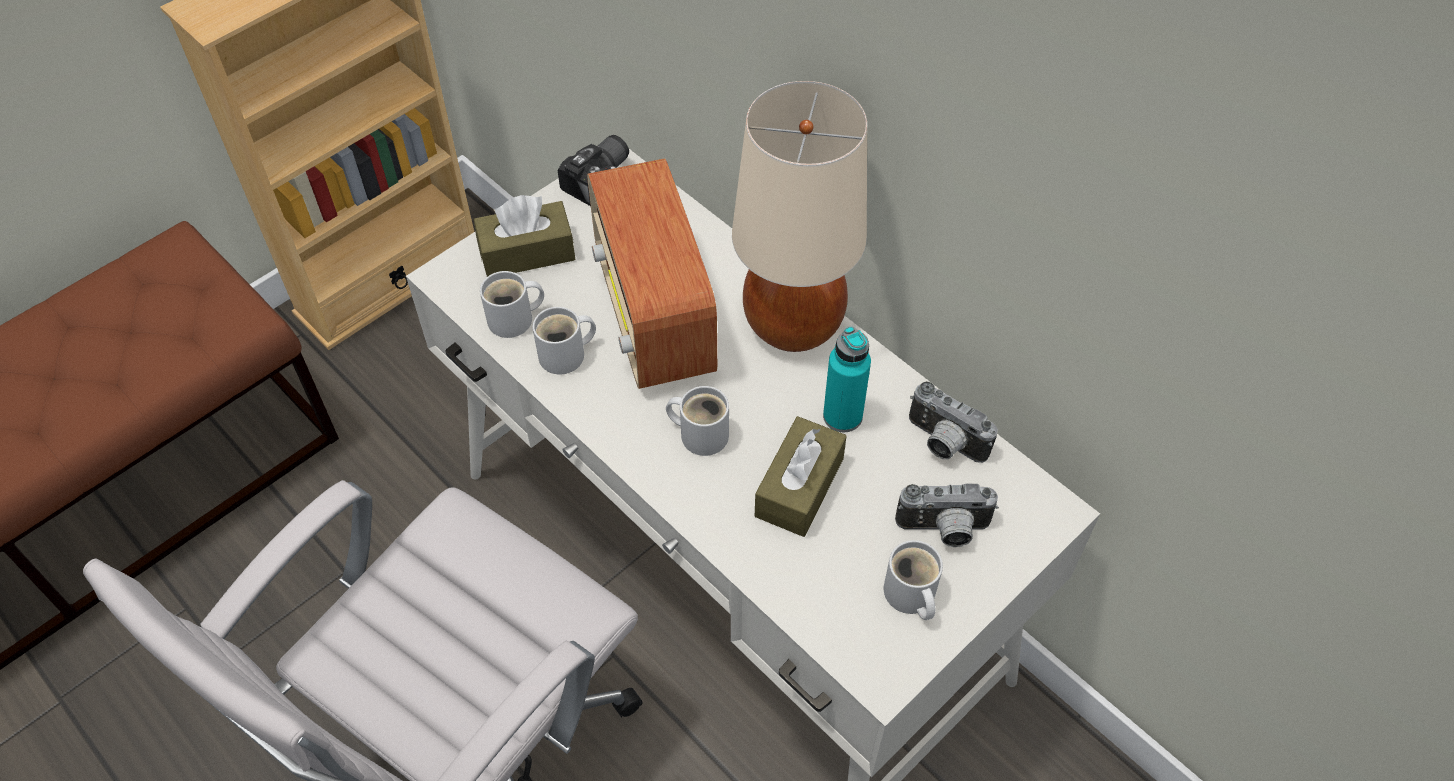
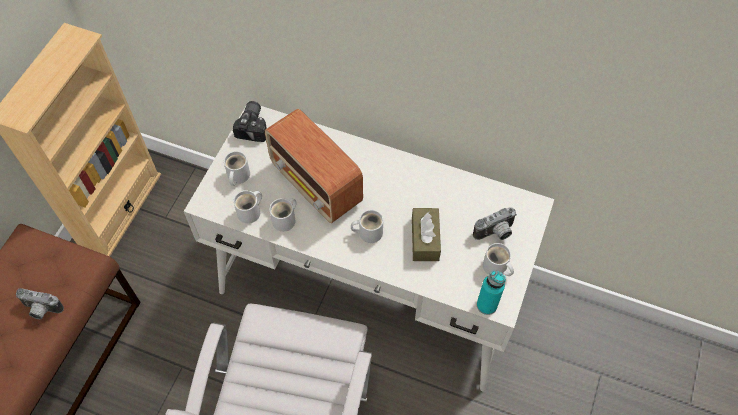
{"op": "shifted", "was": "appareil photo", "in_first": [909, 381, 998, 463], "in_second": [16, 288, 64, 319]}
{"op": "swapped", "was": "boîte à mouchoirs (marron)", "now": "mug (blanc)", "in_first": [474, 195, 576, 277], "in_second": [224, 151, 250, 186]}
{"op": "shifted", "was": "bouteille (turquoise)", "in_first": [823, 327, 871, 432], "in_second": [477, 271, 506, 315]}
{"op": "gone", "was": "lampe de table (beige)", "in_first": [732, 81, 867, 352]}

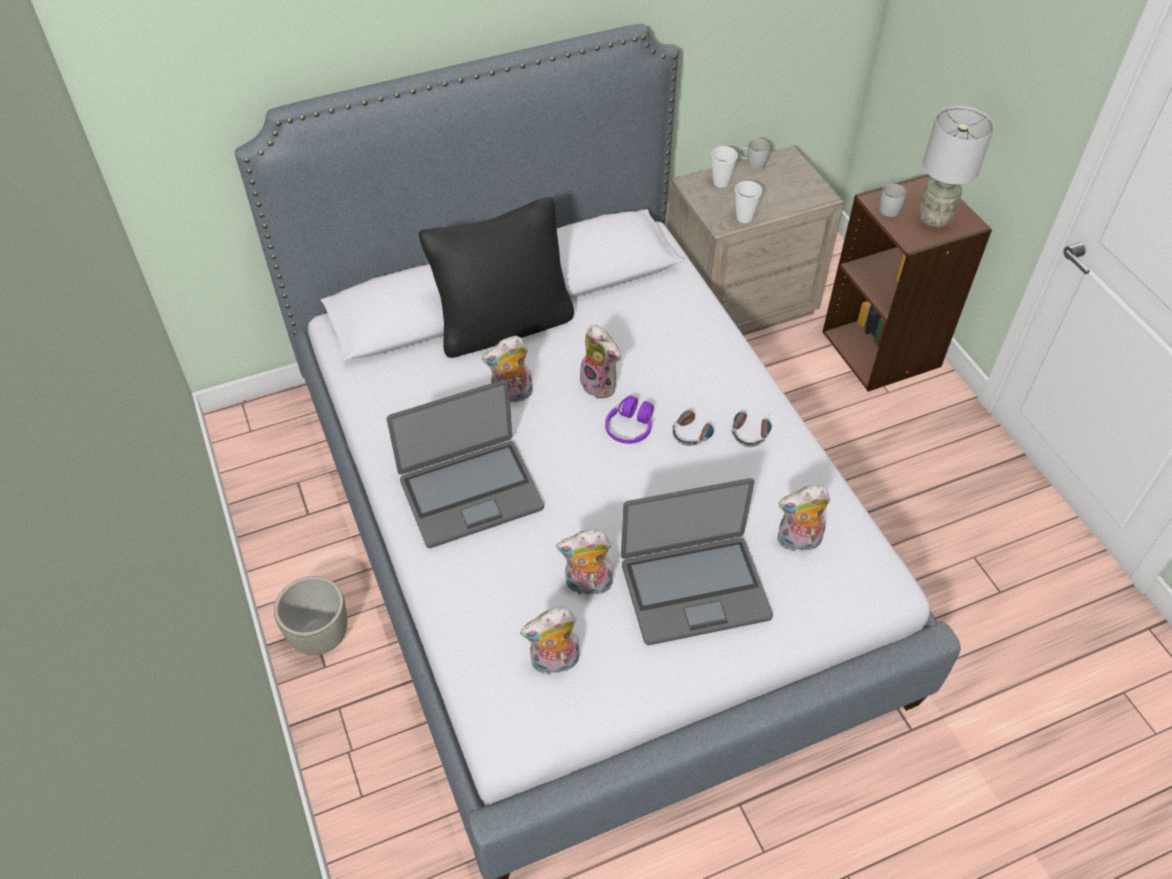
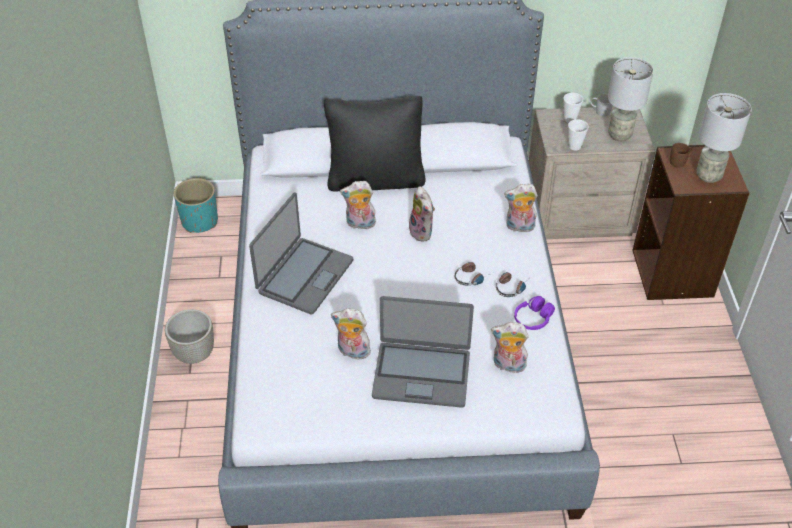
{"op": "new", "now": "cache-pot (turquoise)", "in_second": [174, 178, 218, 233]}
{"op": "rotated", "was": "ordinateur portable", "in_first": [387, 380, 544, 548], "in_second": [249, 192, 353, 315], "clockwise": -60}
{"op": "shifted", "was": "peluche", "in_first": [520, 607, 580, 675], "in_second": [504, 184, 538, 232]}
{"op": "shifted", "was": "casque audio (violet)", "in_first": [605, 396, 654, 444], "in_second": [514, 296, 555, 330]}
{"op": "new", "now": "lampe de table (gris)", "in_second": [608, 57, 654, 141]}
{"op": "repainted", "was": "mug (blanc)", "now": "mug (marron)", "in_first": [880, 184, 907, 217], "in_second": [670, 143, 692, 168]}

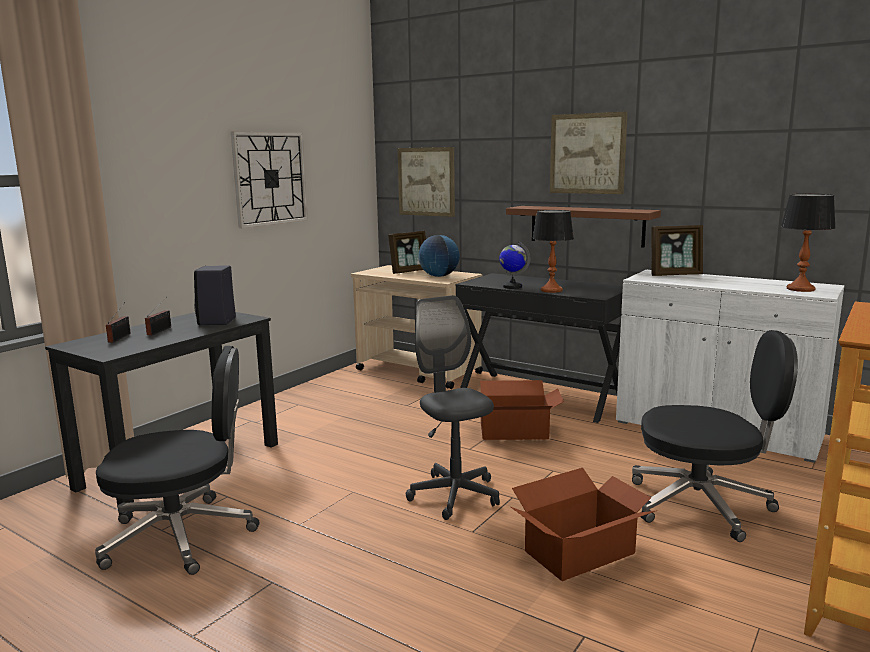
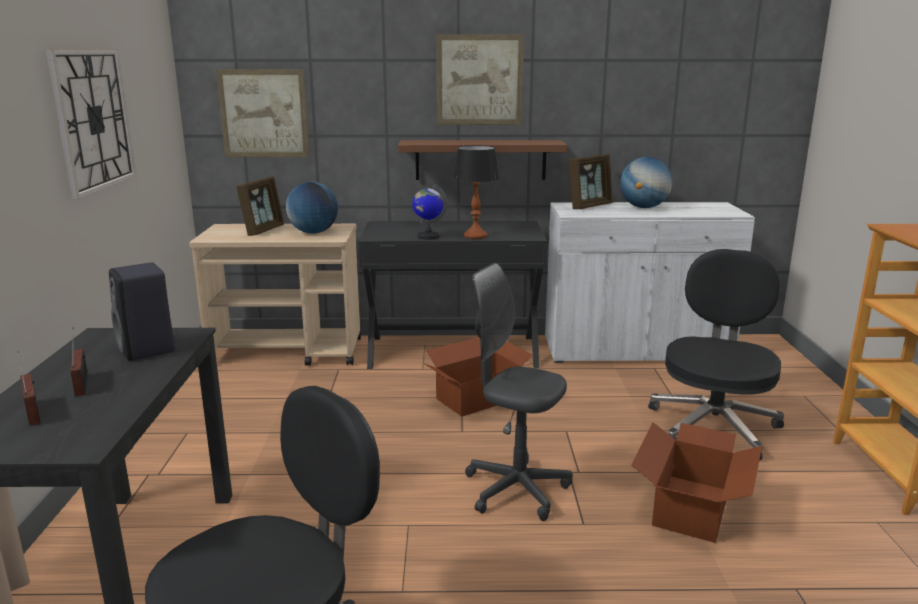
{"op": "new", "now": "globe", "in_second": [620, 157, 672, 208]}
{"op": "rotated", "was": "chaise de bureau (noir)", "in_first": [632, 330, 798, 542], "in_second": [648, 249, 784, 461], "clockwise": -45}
{"op": "gone", "was": "lampe de table", "in_first": [781, 194, 836, 292]}

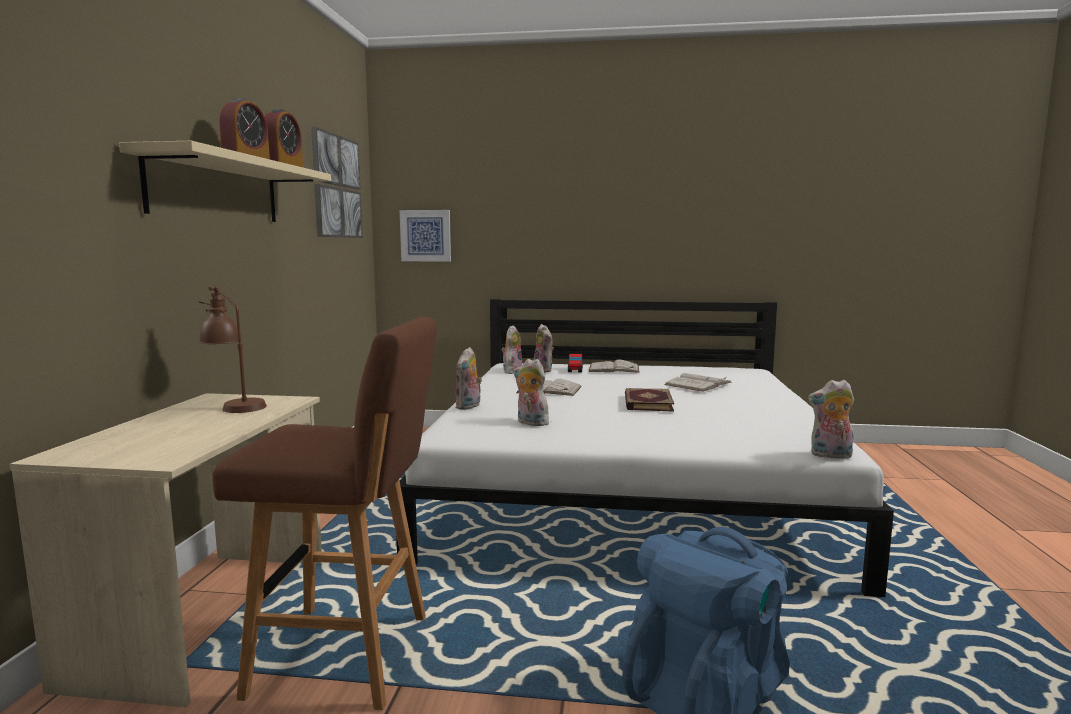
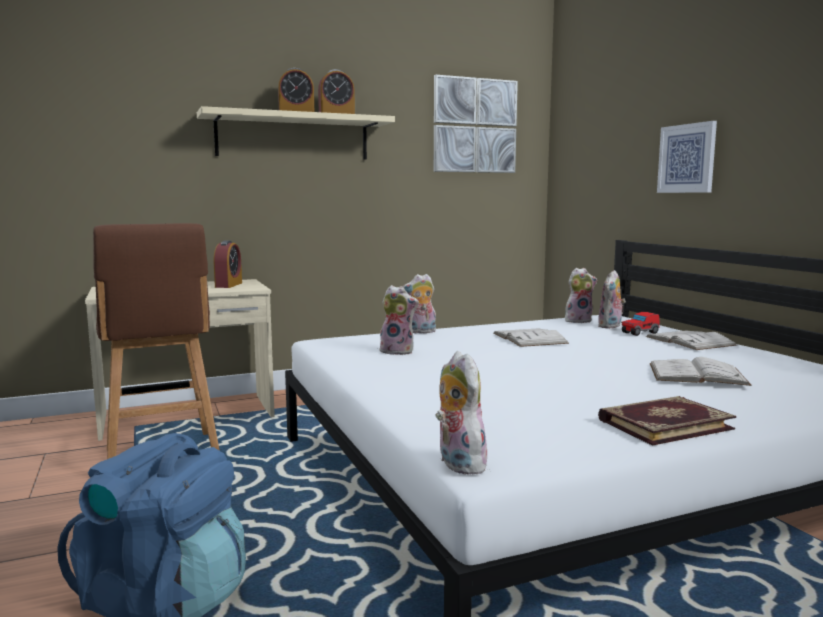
{"op": "swapped", "was": "lampe de table (marron)", "now": "réveil", "in_first": [199, 285, 267, 413], "in_second": [214, 240, 242, 288]}
{"op": "rotated", "was": "peluche", "in_first": [514, 359, 552, 426], "in_second": [380, 285, 419, 355], "clockwise": 105}
{"op": "shifted", "was": "livre", "in_first": [625, 388, 674, 412], "in_second": [598, 396, 736, 446]}
{"op": "shifted", "was": "tableau", "in_first": [400, 210, 451, 261], "in_second": [657, 121, 717, 193]}

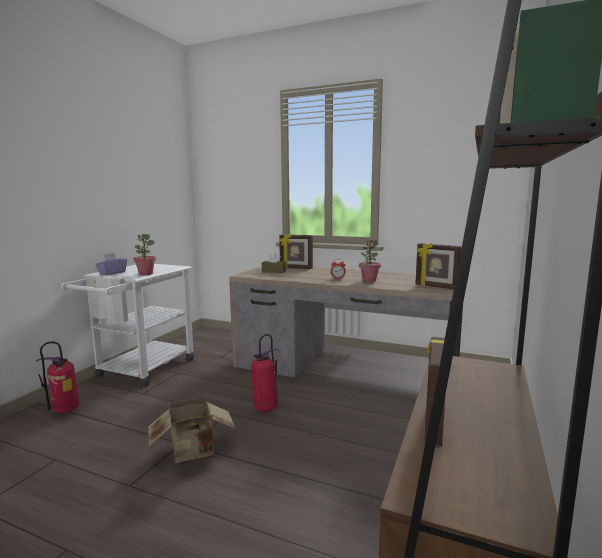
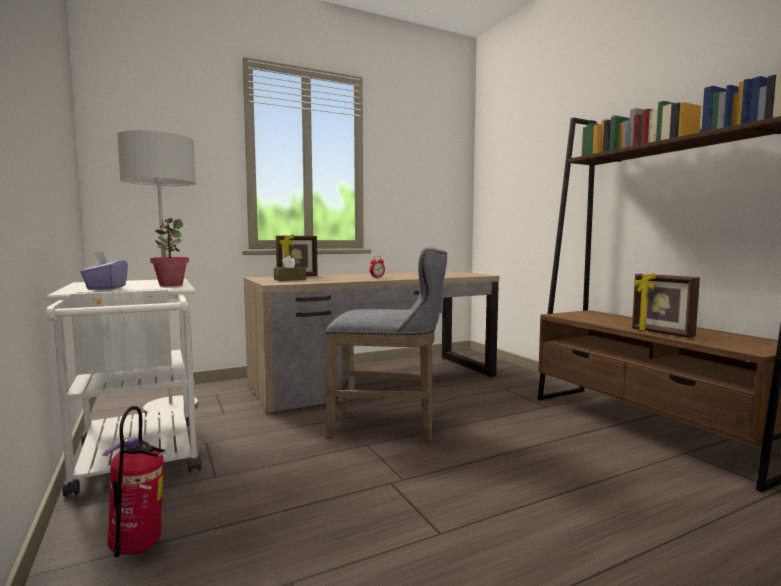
{"op": "new", "now": "lampadaire (gris)", "in_second": [117, 130, 198, 413]}
{"op": "swapped", "was": "extincteur", "now": "tabouret (gris)", "in_first": [251, 334, 279, 412], "in_second": [326, 247, 447, 441]}
{"op": "gone", "was": "carton", "in_first": [148, 396, 236, 463]}
{"op": "gone", "was": "plante en pot", "in_first": [359, 240, 381, 282]}
{"op": "gone", "was": "cadre photo", "in_first": [416, 243, 462, 289]}

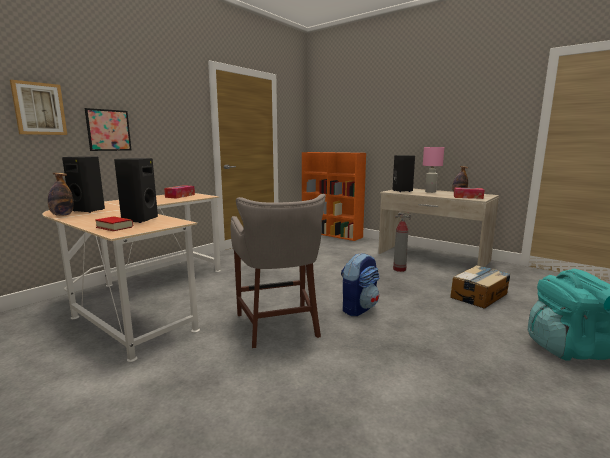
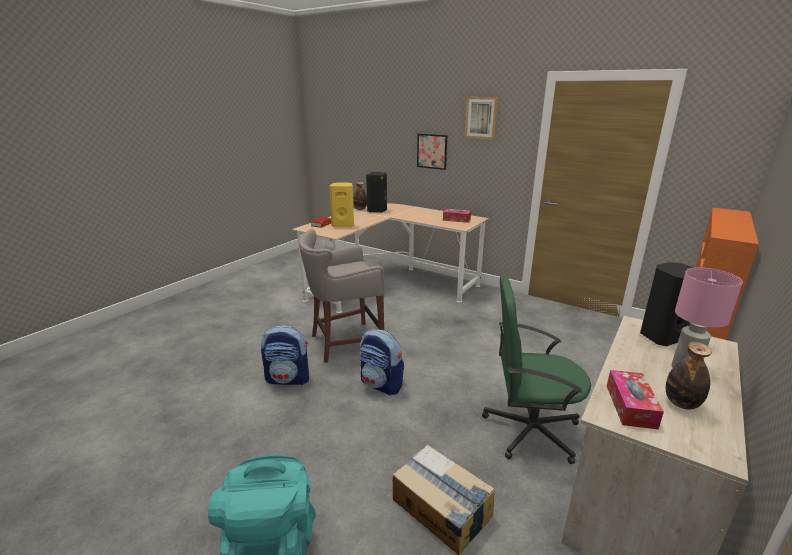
{"op": "new", "now": "sac à dos", "in_second": [261, 325, 309, 385]}
{"op": "repainted", "was": "enceinte (noir)", "now": "enceinte (jaune)", "in_first": [114, 158, 158, 223], "in_second": [329, 182, 354, 227]}
{"op": "shifted", "was": "tableau", "in_first": [10, 80, 67, 135], "in_second": [464, 97, 498, 140]}
{"op": "swapped", "was": "extincteur", "now": "chaise de bureau (vert)", "in_first": [393, 212, 411, 272], "in_second": [482, 276, 591, 464]}

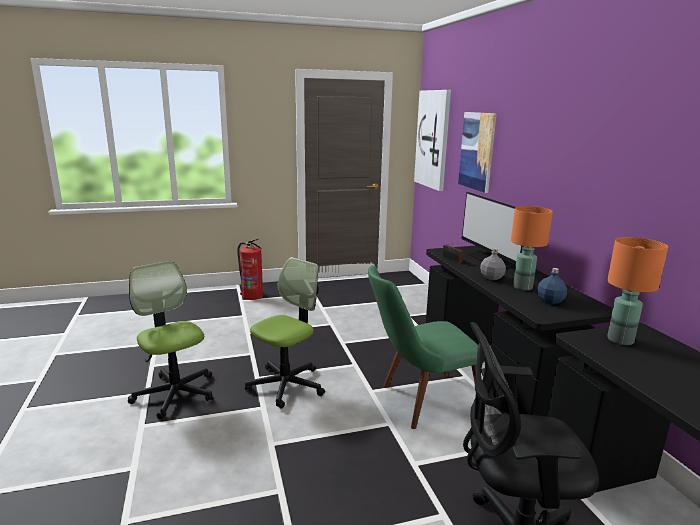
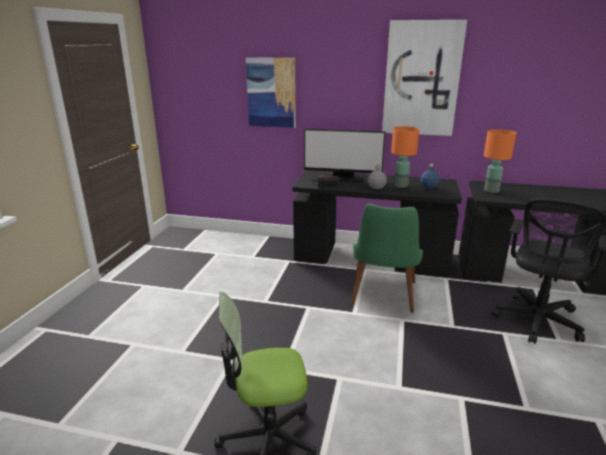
{"op": "shifted", "was": "tableau", "in_first": [414, 90, 451, 191], "in_second": [382, 20, 467, 136]}
{"op": "gone", "was": "extincteur", "in_first": [237, 239, 263, 300]}
{"op": "gone", "was": "chaise de bureau", "in_first": [245, 257, 325, 409]}

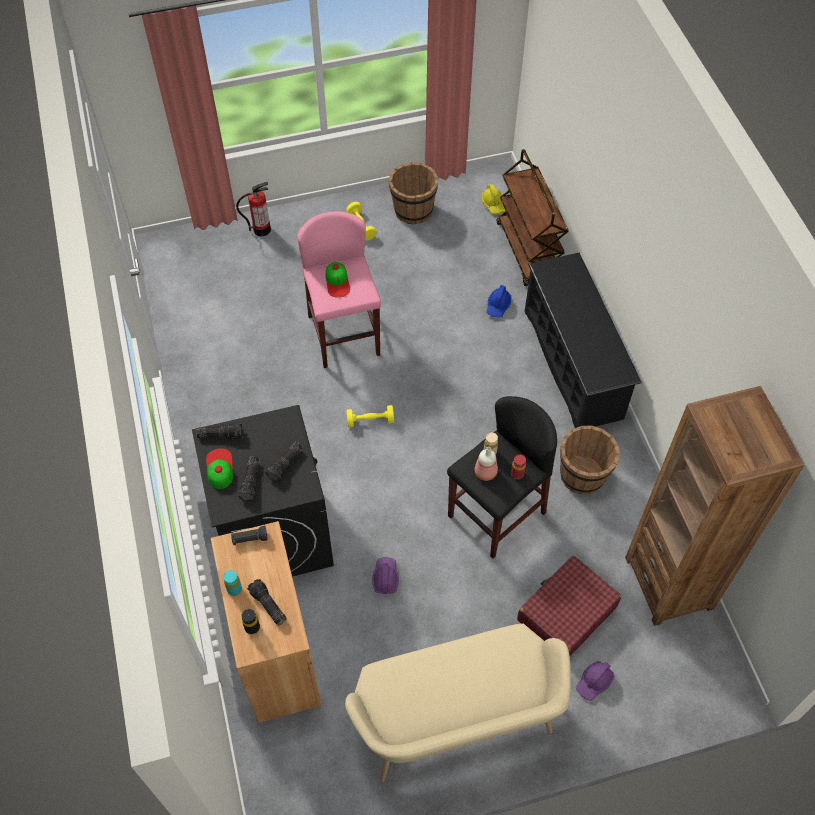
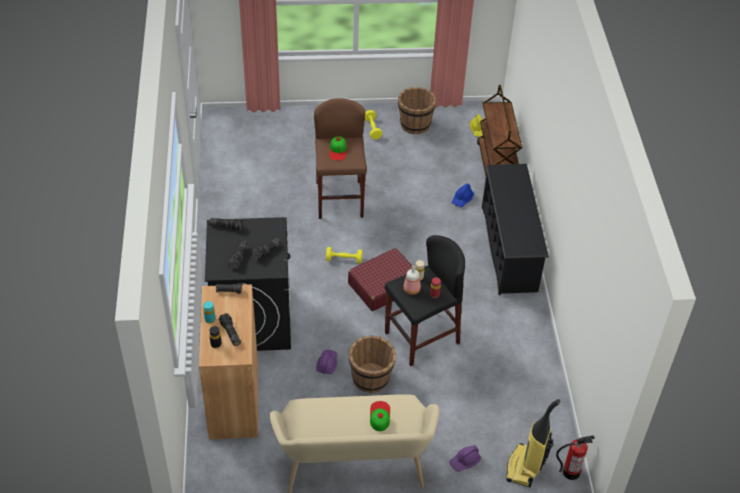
{"op": "repainted", "was": "tabouret (rose)", "now": "tabouret (marron)", "in_first": [297, 211, 381, 368], "in_second": [314, 98, 367, 219]}
{"op": "shifted", "was": "valise (rouge)", "in_first": [517, 556, 621, 656], "in_second": [348, 248, 412, 311]}
{"op": "shifted", "was": "seau (marron)", "in_first": [560, 425, 620, 494], "in_second": [349, 336, 396, 393]}
{"op": "shifted", "was": "casquette", "in_first": [206, 448, 234, 489], "in_second": [370, 401, 390, 431]}
{"op": "new", "now": "aspirateur", "in_second": [506, 399, 560, 488]}
{"op": "shifted", "was": "extincteur", "in_first": [236, 182, 271, 236], "in_second": [556, 435, 595, 480]}
{"op": "gone", "was": "bibliothèque (marron)", "in_first": [625, 386, 804, 626]}

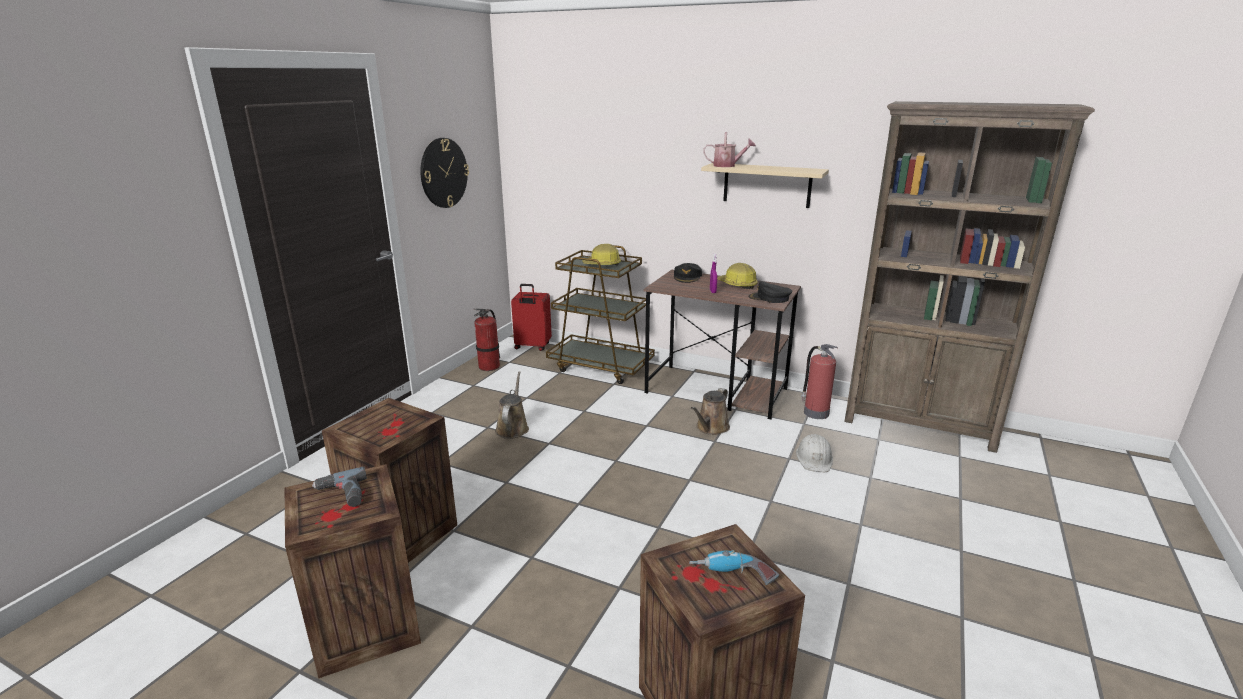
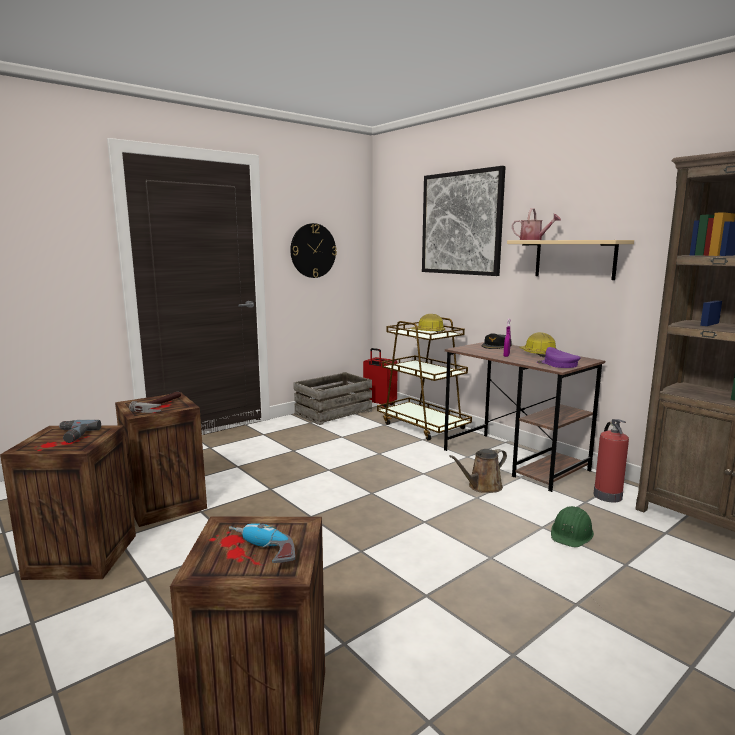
{"op": "new", "now": "marteau", "in_second": [129, 392, 181, 413]}
{"op": "swapped", "was": "extincteur", "now": "caisse", "in_first": [474, 308, 500, 371], "in_second": [294, 372, 372, 425]}
{"op": "new", "now": "tableau", "in_second": [422, 166, 506, 276]}
{"op": "repainted", "was": "casquette (noir)", "now": "casquette (violet)", "in_first": [748, 281, 792, 303], "in_second": [537, 347, 581, 368]}
{"op": "repainted", "was": "casque de chantier (blanc)", "now": "casque de chantier (vert)", "in_first": [796, 434, 833, 472], "in_second": [551, 506, 594, 548]}
{"op": "gone", "was": "arrosoir (marron)", "in_first": [495, 371, 529, 439]}

